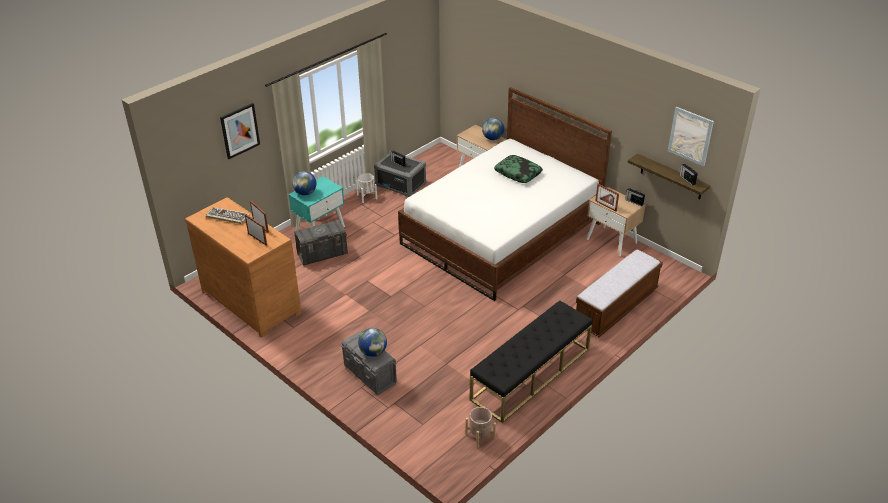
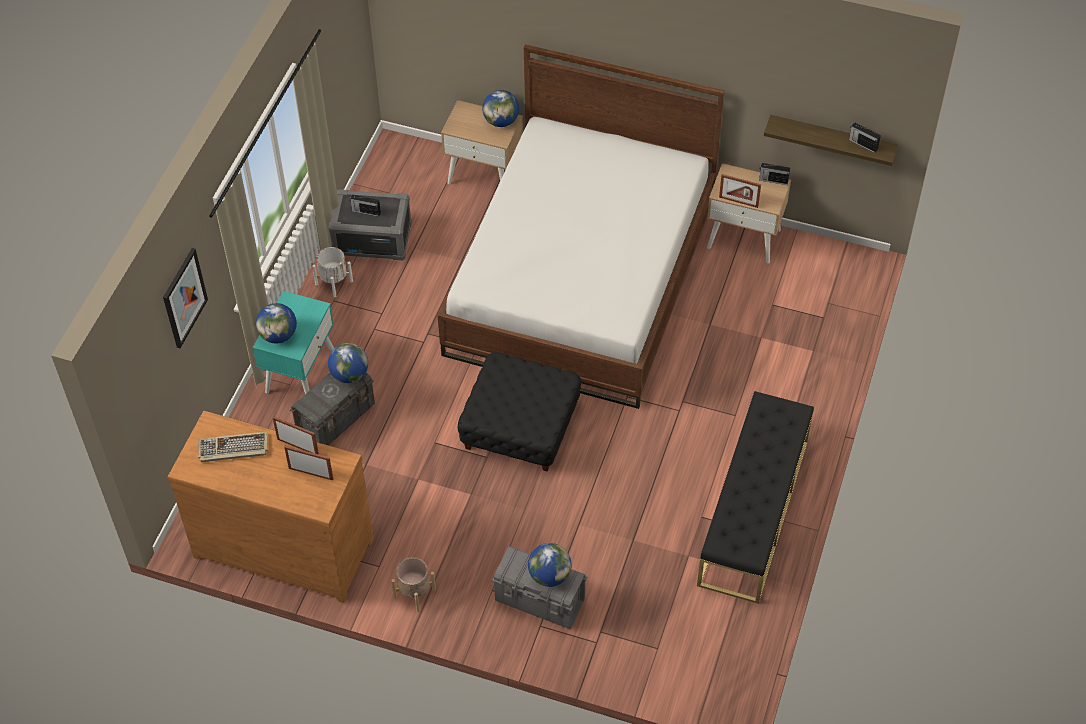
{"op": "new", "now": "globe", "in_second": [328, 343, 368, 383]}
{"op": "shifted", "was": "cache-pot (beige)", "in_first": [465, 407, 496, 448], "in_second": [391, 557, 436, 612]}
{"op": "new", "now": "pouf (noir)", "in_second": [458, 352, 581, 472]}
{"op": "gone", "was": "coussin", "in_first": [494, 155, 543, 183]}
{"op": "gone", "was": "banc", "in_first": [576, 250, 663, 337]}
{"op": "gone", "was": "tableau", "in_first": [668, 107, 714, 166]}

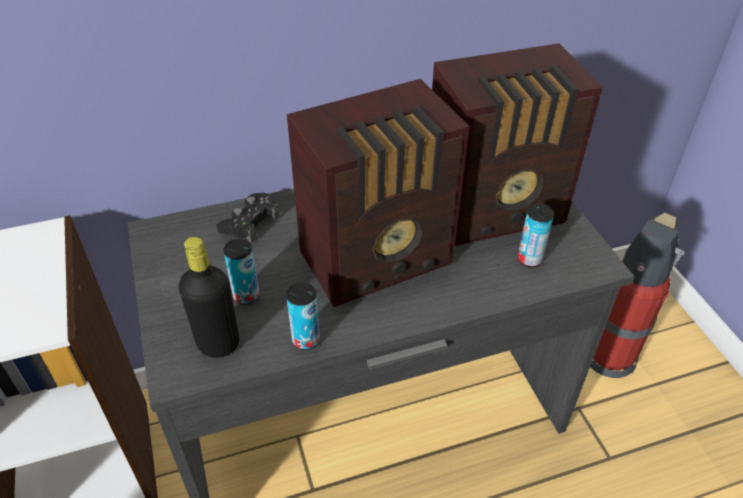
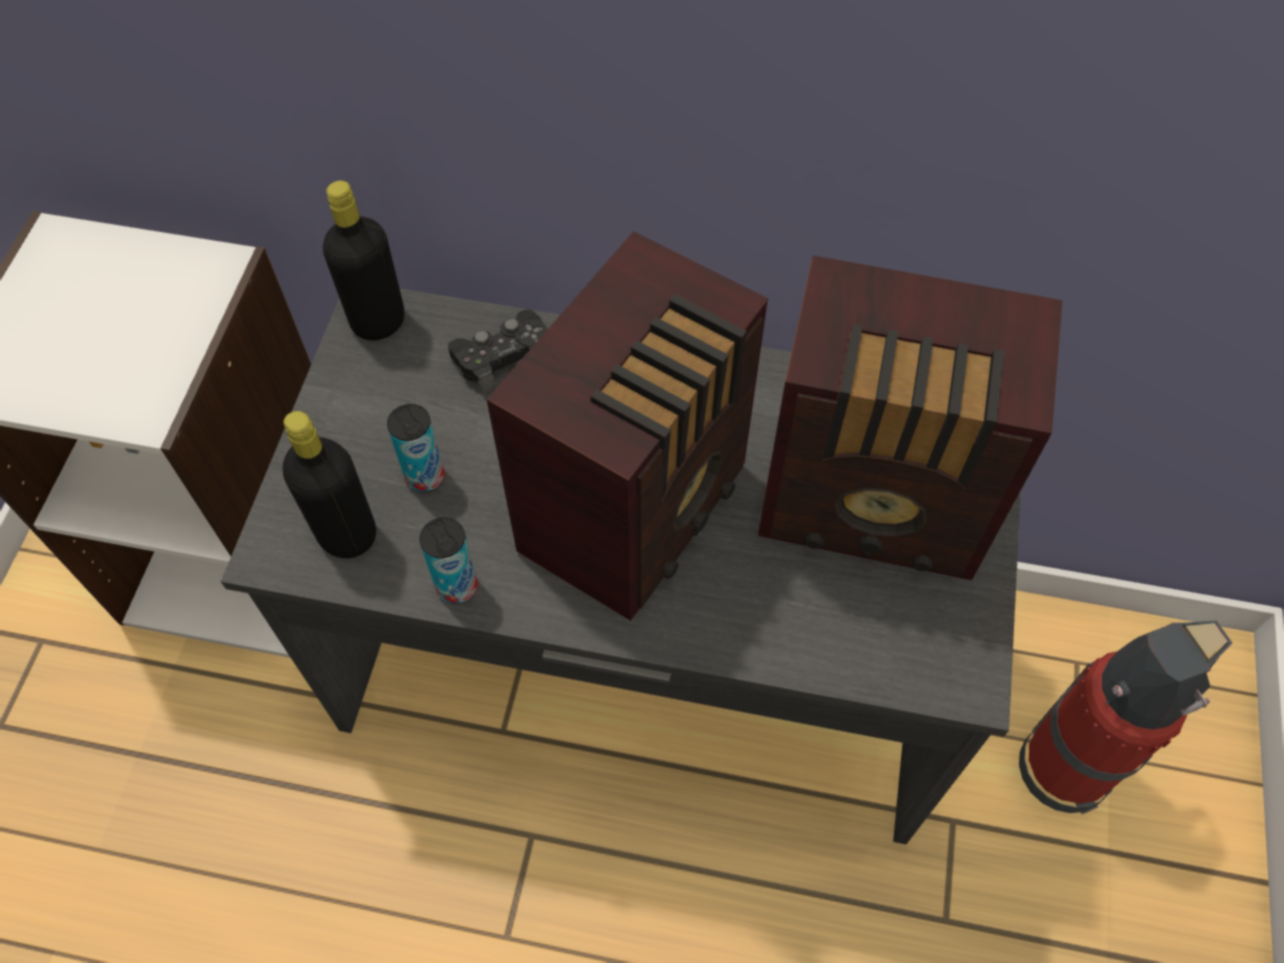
{"op": "new", "now": "bouteille (noir)", "in_second": [323, 181, 405, 340]}
{"op": "rotated", "was": "radio", "in_first": [287, 79, 470, 307], "in_second": [487, 231, 768, 621], "clockwise": -60}
{"op": "gone", "was": "boîte métallique", "in_first": [518, 204, 554, 267]}

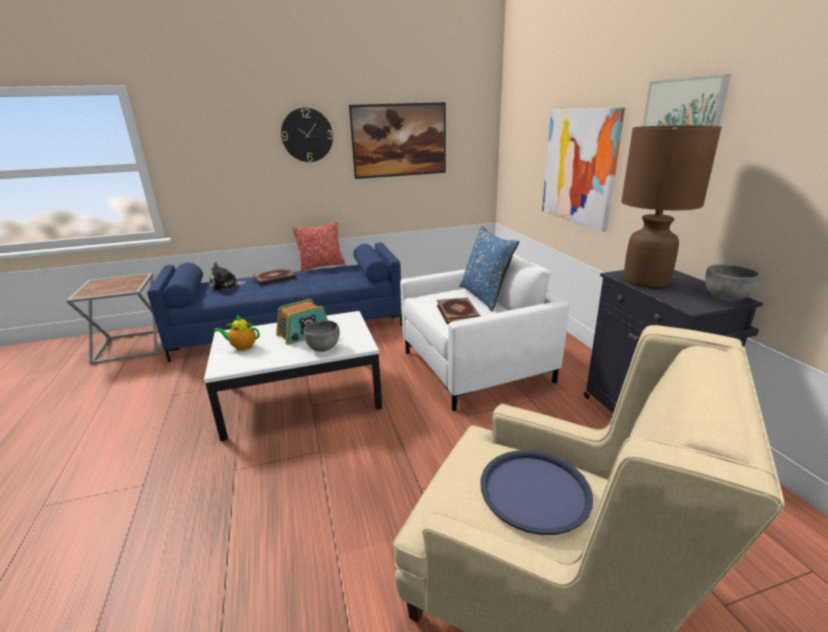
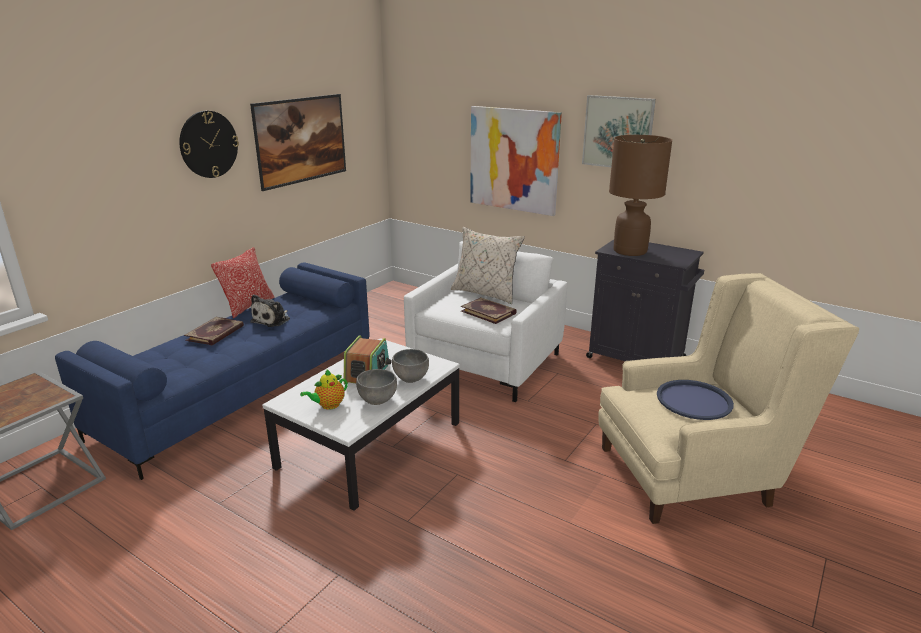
{"op": "shifted", "was": "peluche", "in_first": [210, 262, 248, 291], "in_second": [250, 294, 290, 327]}
{"op": "shifted", "was": "bol (gris)", "in_first": [705, 264, 760, 302], "in_second": [356, 369, 397, 405]}
{"op": "repainted", "was": "coussin (bleu)", "now": "coussin (beige)", "in_first": [460, 226, 519, 312], "in_second": [451, 227, 525, 304]}

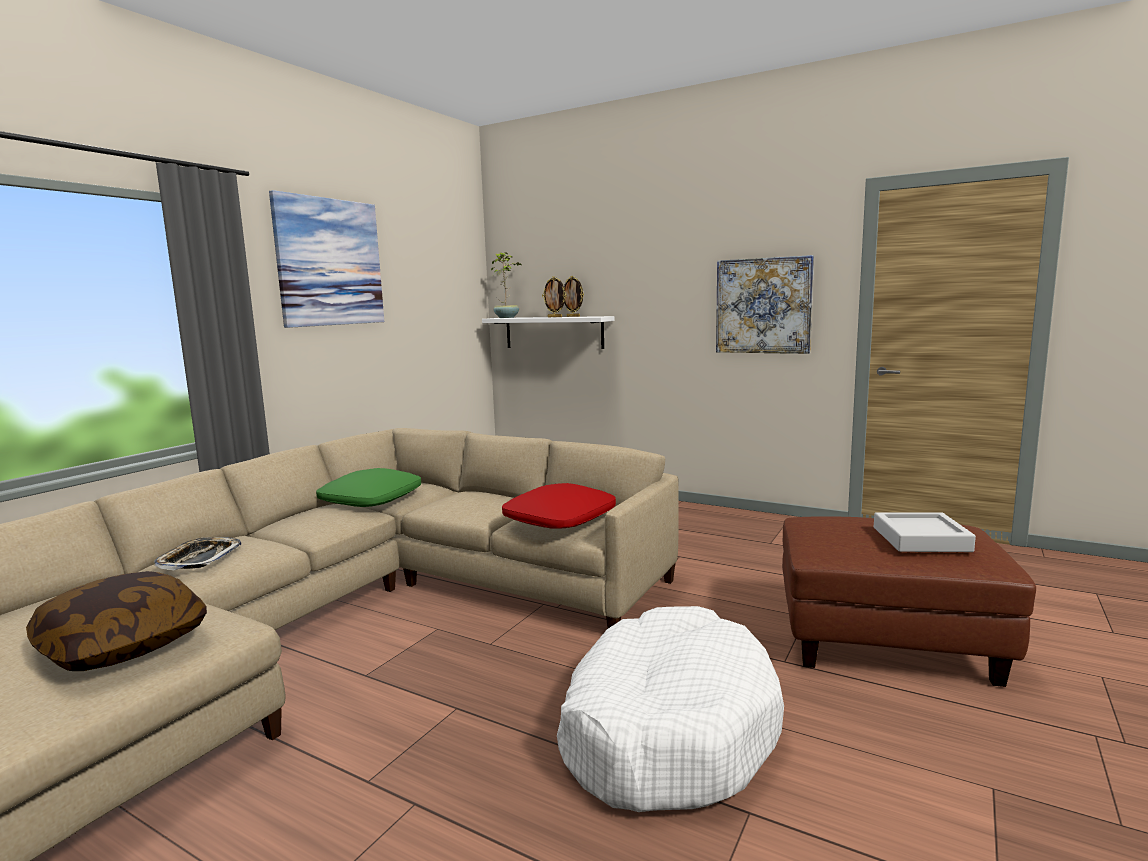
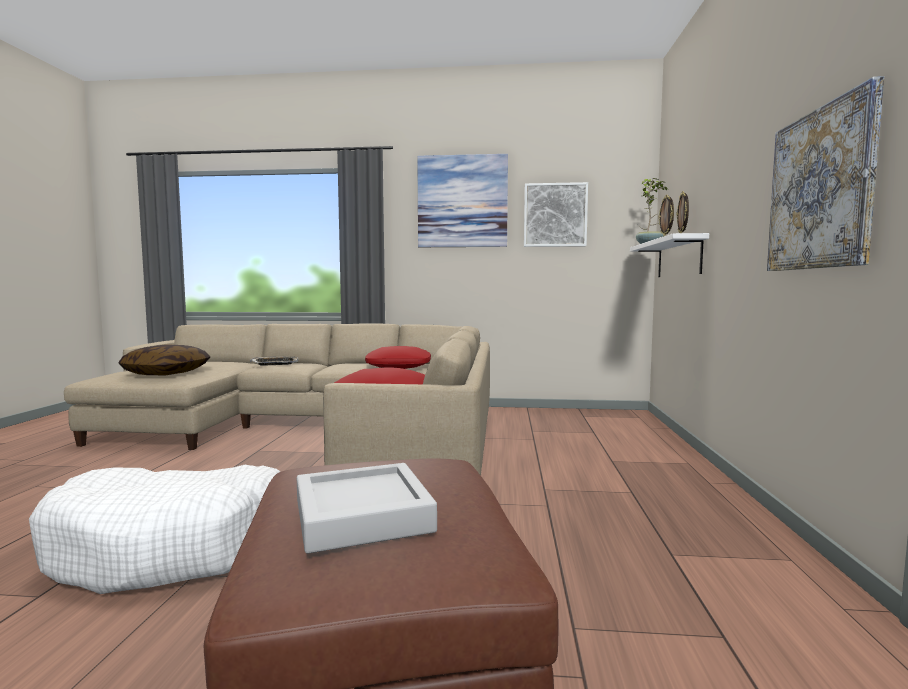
{"op": "repainted", "was": "coussin (vert)", "now": "coussin (rouge)", "in_first": [316, 468, 421, 507], "in_second": [365, 346, 431, 369]}
{"op": "new", "now": "tableau", "in_second": [524, 182, 588, 247]}

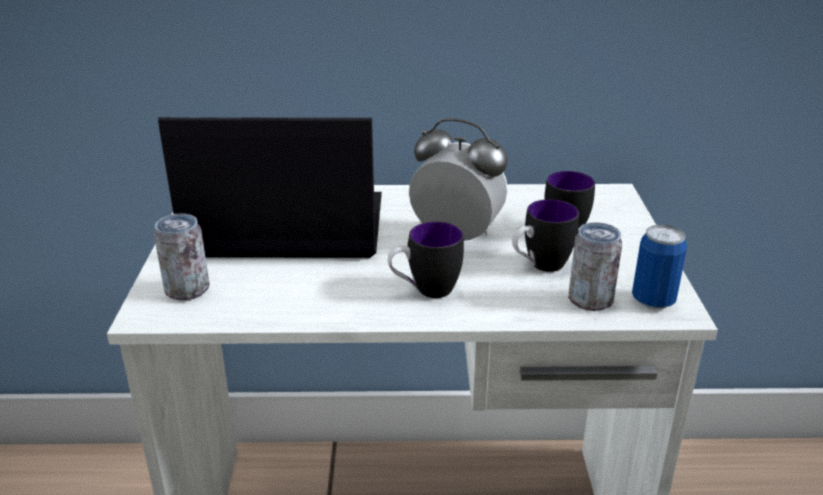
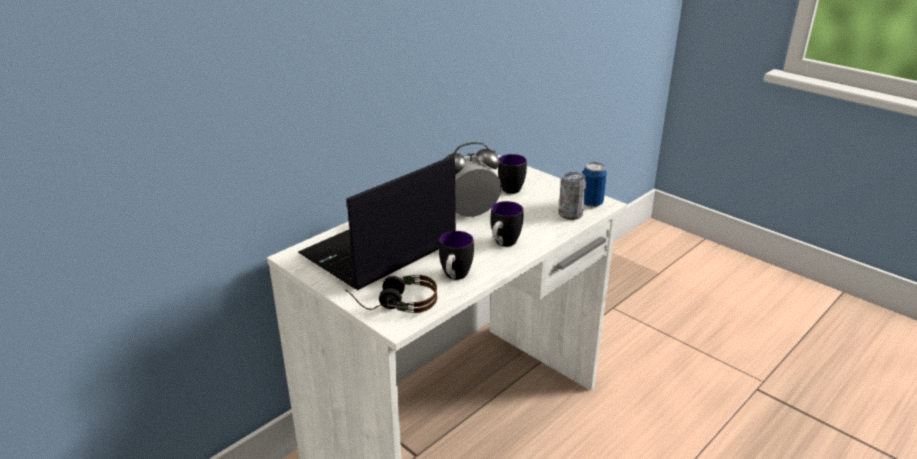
{"op": "swapped", "was": "boîte métallique", "now": "casque audio", "in_first": [154, 214, 210, 301], "in_second": [345, 275, 437, 313]}
{"op": "shifted", "was": "mug", "in_first": [512, 199, 579, 272], "in_second": [439, 231, 474, 280]}

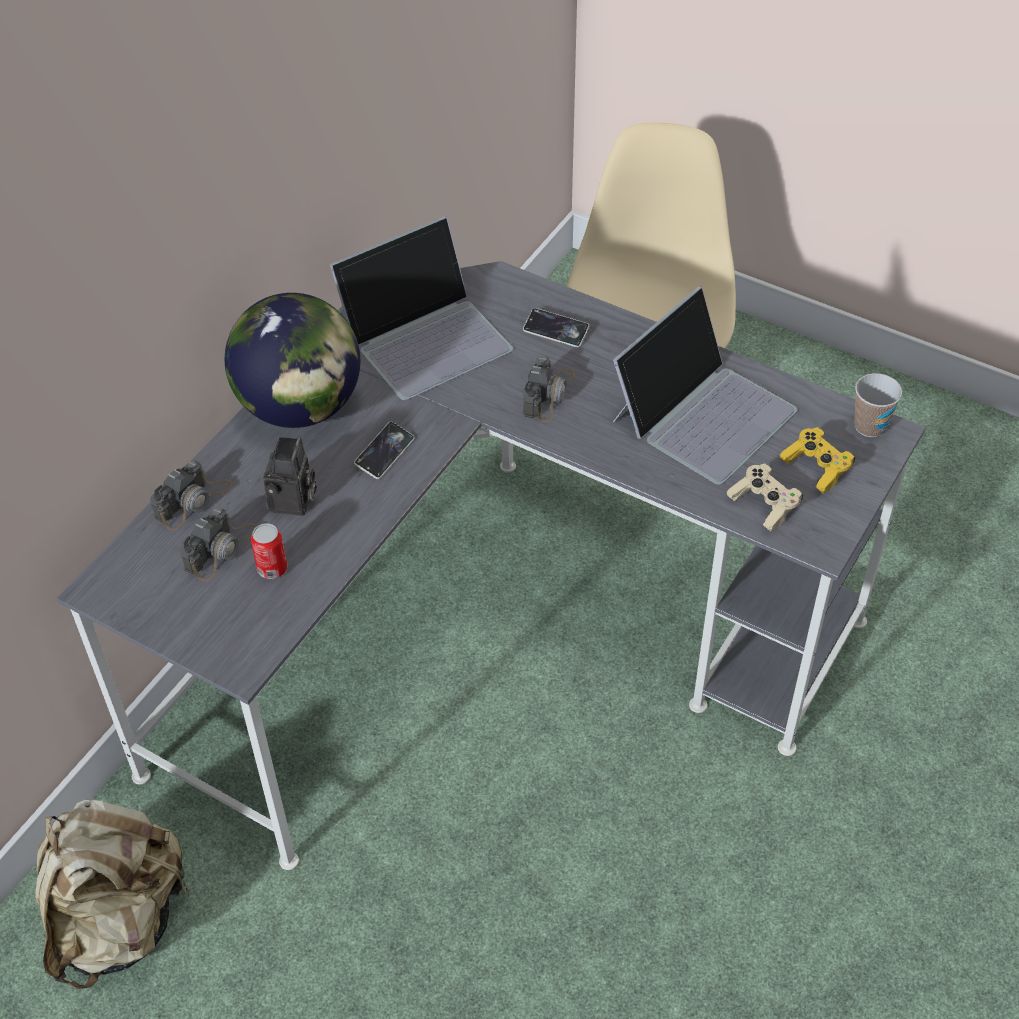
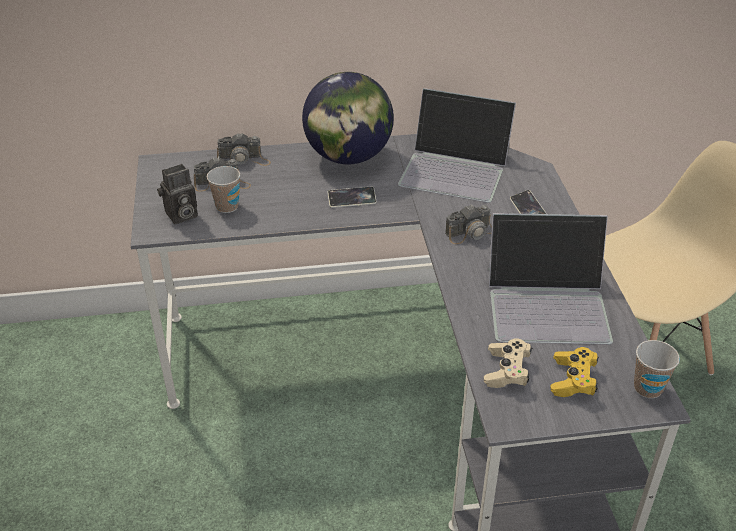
{"op": "shifted", "was": "appareil photo", "in_first": [263, 436, 317, 516], "in_second": [157, 164, 198, 224]}
{"op": "swapped", "was": "boîte métallique", "now": "tasse", "in_first": [251, 523, 287, 579], "in_second": [207, 166, 240, 213]}
{"op": "gone", "was": "sac à dos (beige)", "in_first": [35, 800, 190, 989]}

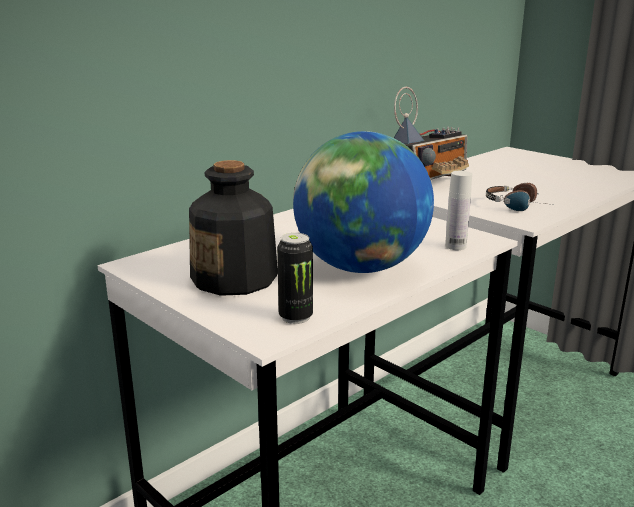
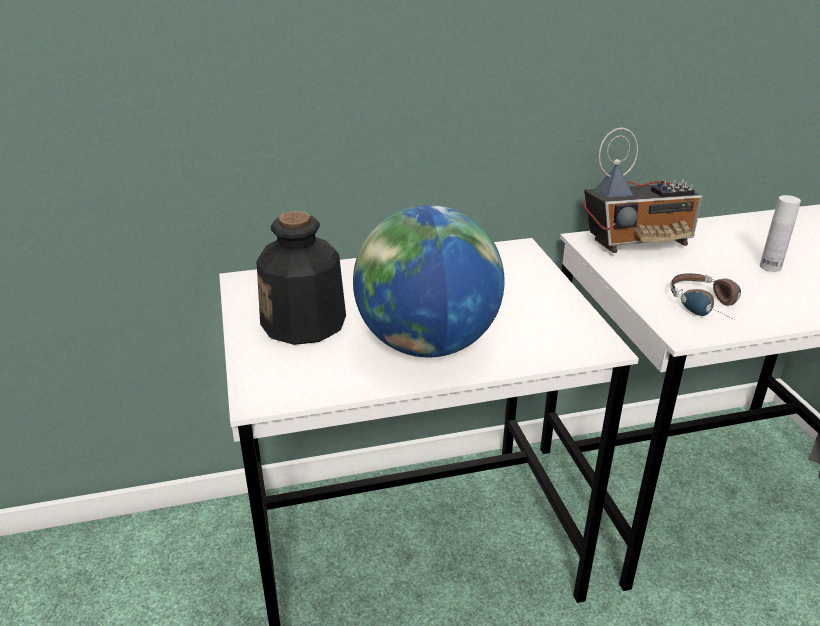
{"op": "shifted", "was": "bouteille (blanc)", "in_first": [445, 171, 472, 250], "in_second": [760, 195, 801, 272]}
{"op": "gone", "was": "boîte métallique", "in_first": [277, 233, 313, 324]}

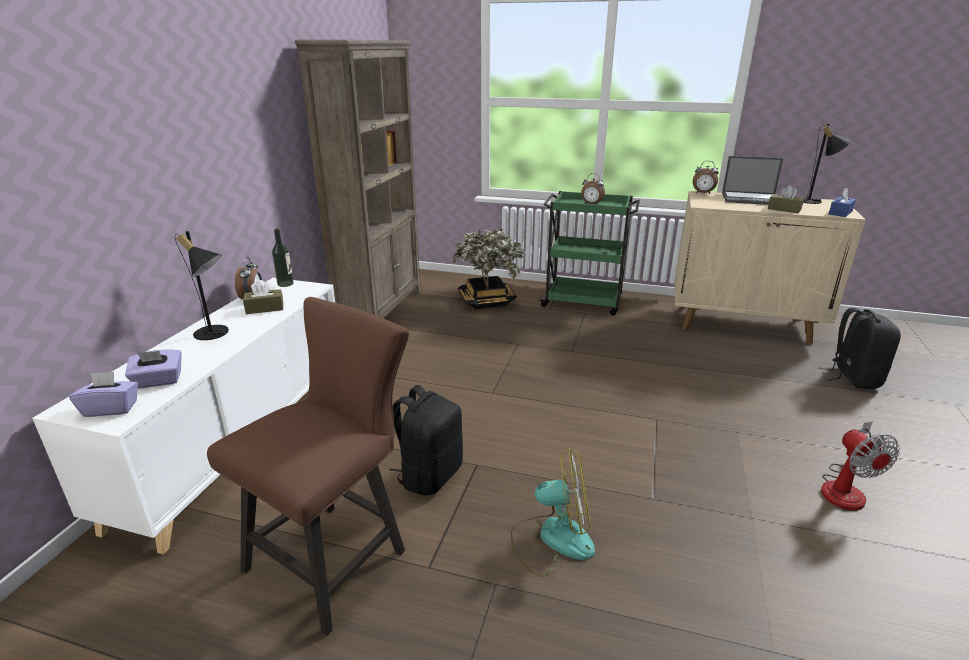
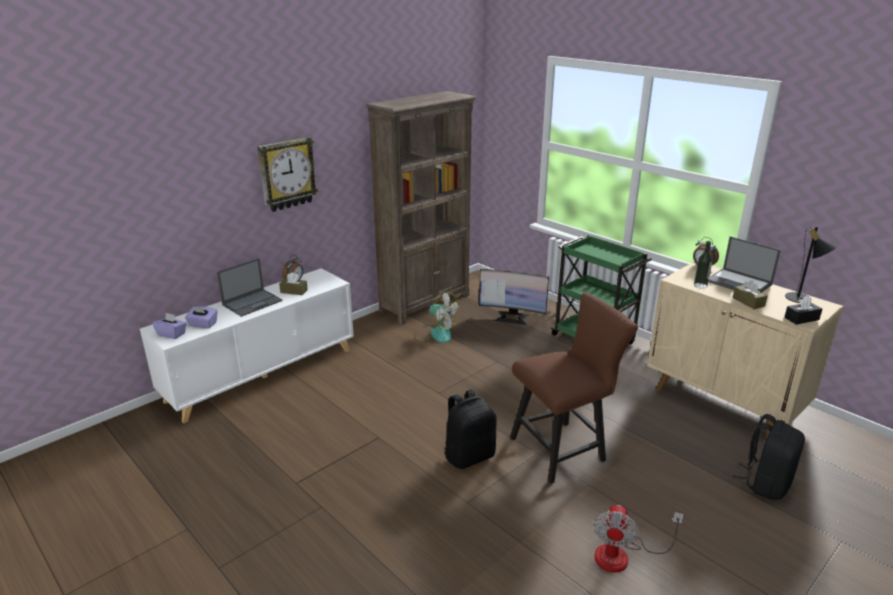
{"op": "swapped", "was": "lampe de table (noir)", "now": "ordinateur portable", "in_first": [175, 231, 229, 340], "in_second": [217, 258, 283, 317]}
{"op": "new", "now": "horloge murale", "in_second": [257, 137, 318, 212]}
{"op": "shifted", "was": "ventilateur", "in_first": [511, 448, 595, 577], "in_second": [414, 291, 460, 343]}
{"op": "shifted", "was": "sac à dos (noir)", "in_first": [389, 385, 463, 495], "in_second": [444, 389, 497, 469]}
{"op": "swapped", "was": "plante en pot", "now": "écran d'ordinateur", "in_first": [452, 229, 526, 309], "in_second": [479, 269, 549, 325]}
{"op": "shifted", "was": "chaise (marron)", "in_first": [207, 297, 409, 636], "in_second": [510, 292, 638, 484]}
{"op": "shifted", "was": "bouteille", "in_first": [272, 229, 294, 287], "in_second": [694, 241, 712, 289]}
{"op": "repainted", "was": "boîte à mouchoirs (bleu)", "now": "boîte à mouchoirs (noir)", "in_first": [829, 188, 856, 217], "in_second": [784, 296, 822, 325]}
{"op": "gone", "was": "réveil", "in_first": [582, 173, 605, 205]}

